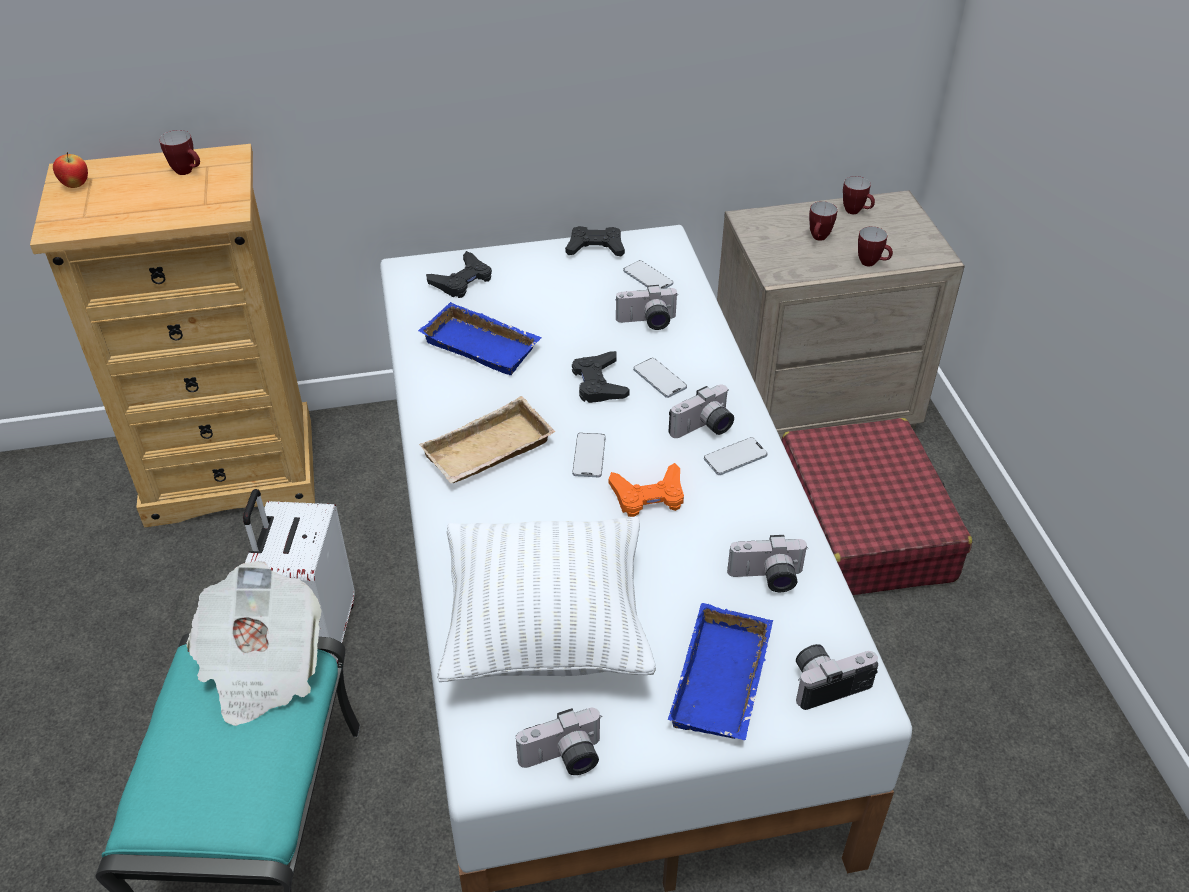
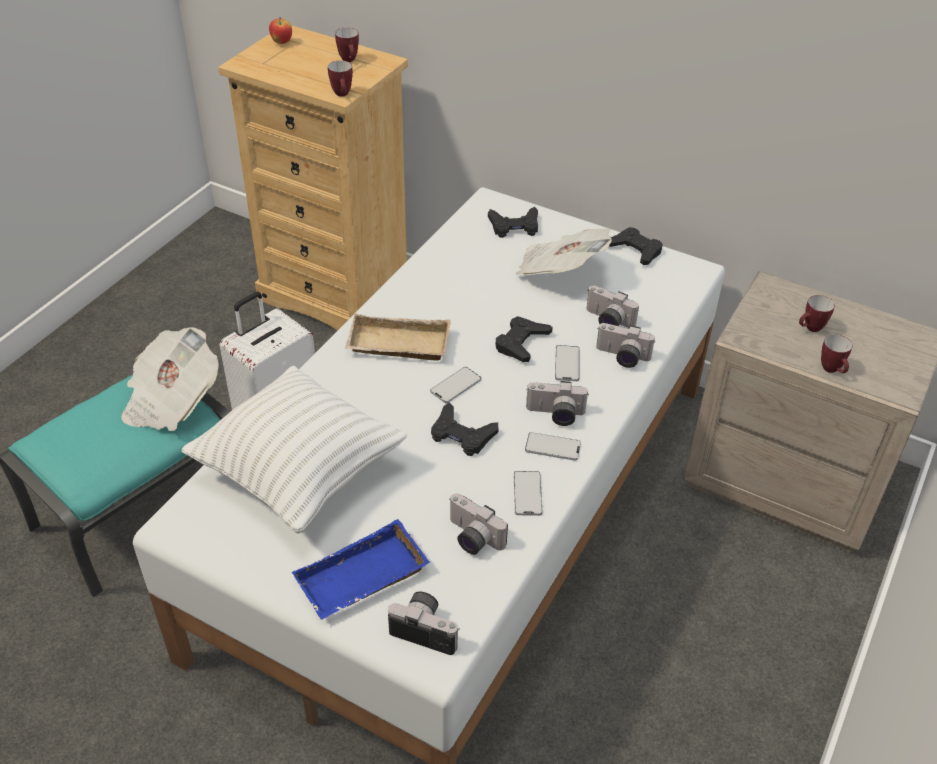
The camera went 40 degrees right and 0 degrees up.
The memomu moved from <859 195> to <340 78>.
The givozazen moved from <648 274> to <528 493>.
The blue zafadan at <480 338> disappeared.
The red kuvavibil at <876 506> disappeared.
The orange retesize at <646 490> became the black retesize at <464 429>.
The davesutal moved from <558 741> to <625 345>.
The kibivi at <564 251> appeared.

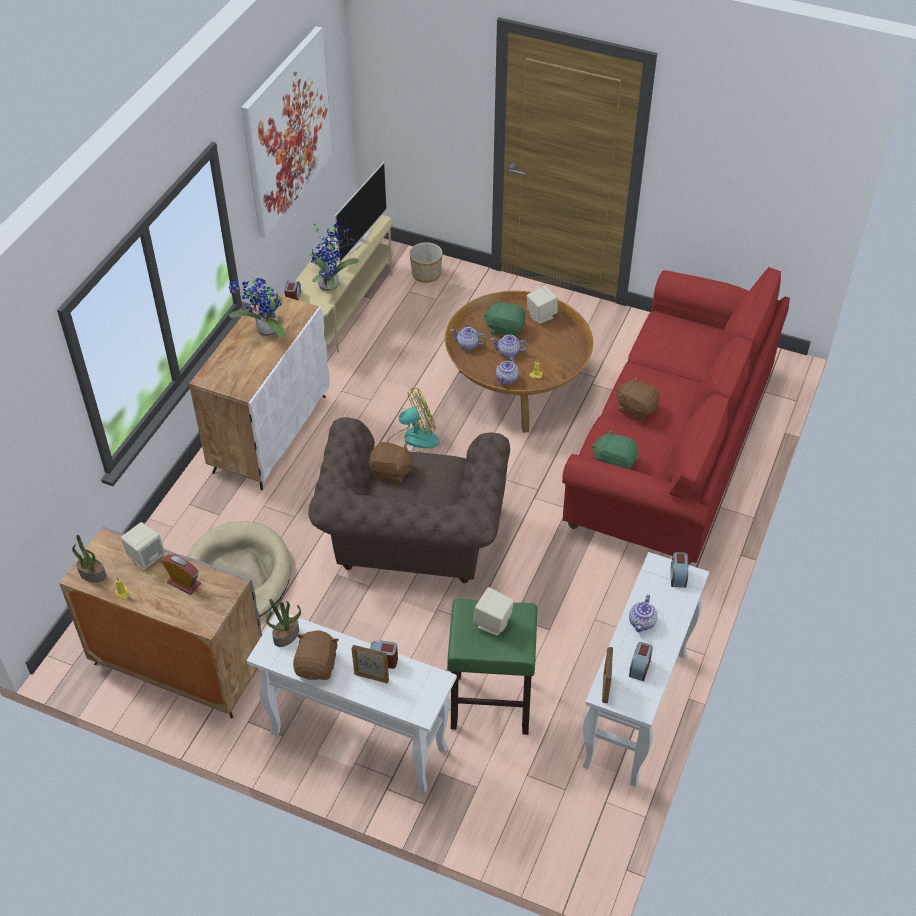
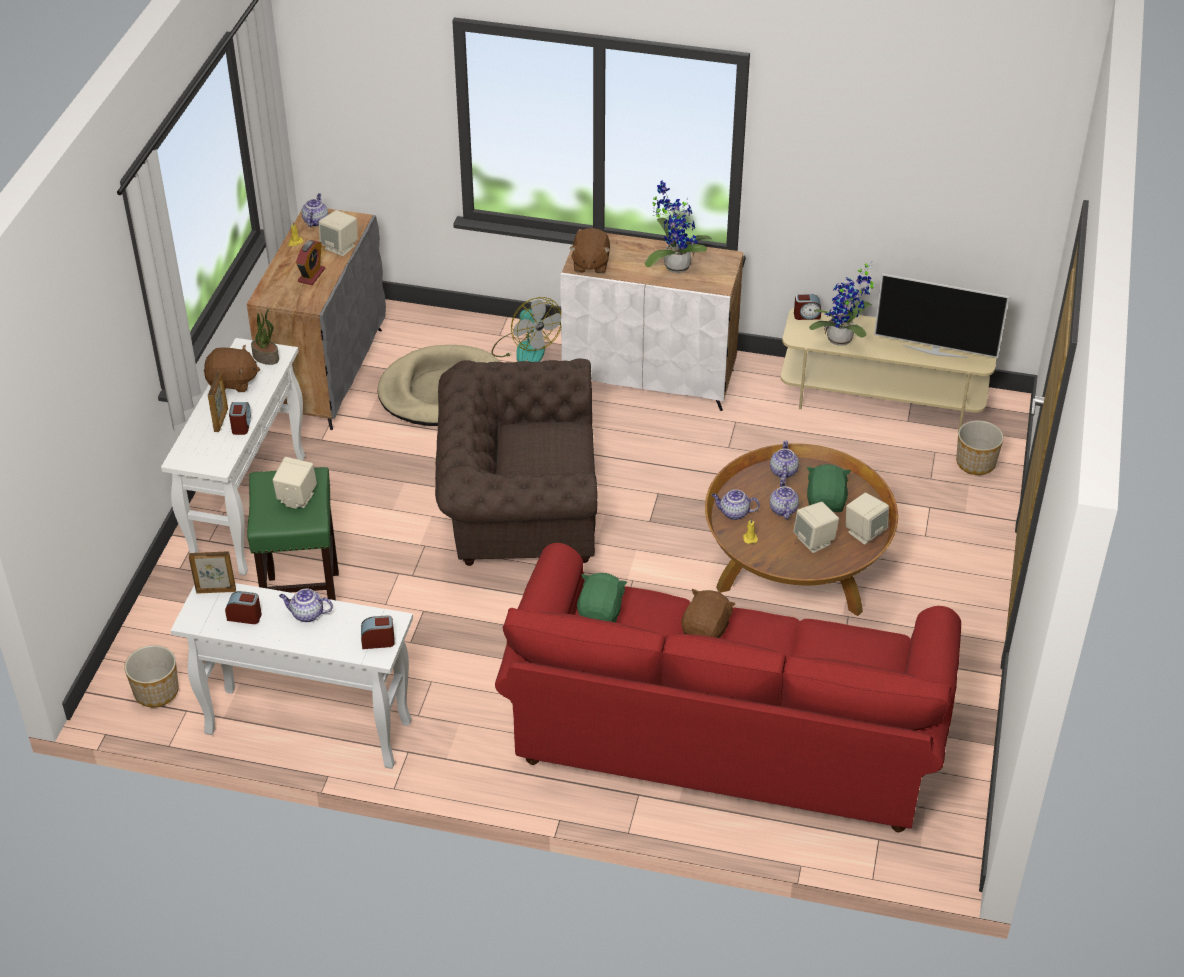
The camera went 80 degrees right and 5 degrees down.
The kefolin at <287 132> disappeared.
The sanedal moved from <413 420> to <526 329>.
The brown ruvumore moved from <392 462> to <589 251>.
The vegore at <89 559> was replaced by the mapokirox at <314 210>.
The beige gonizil at <816 527> appeared.
The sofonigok at <151 676> appeared.

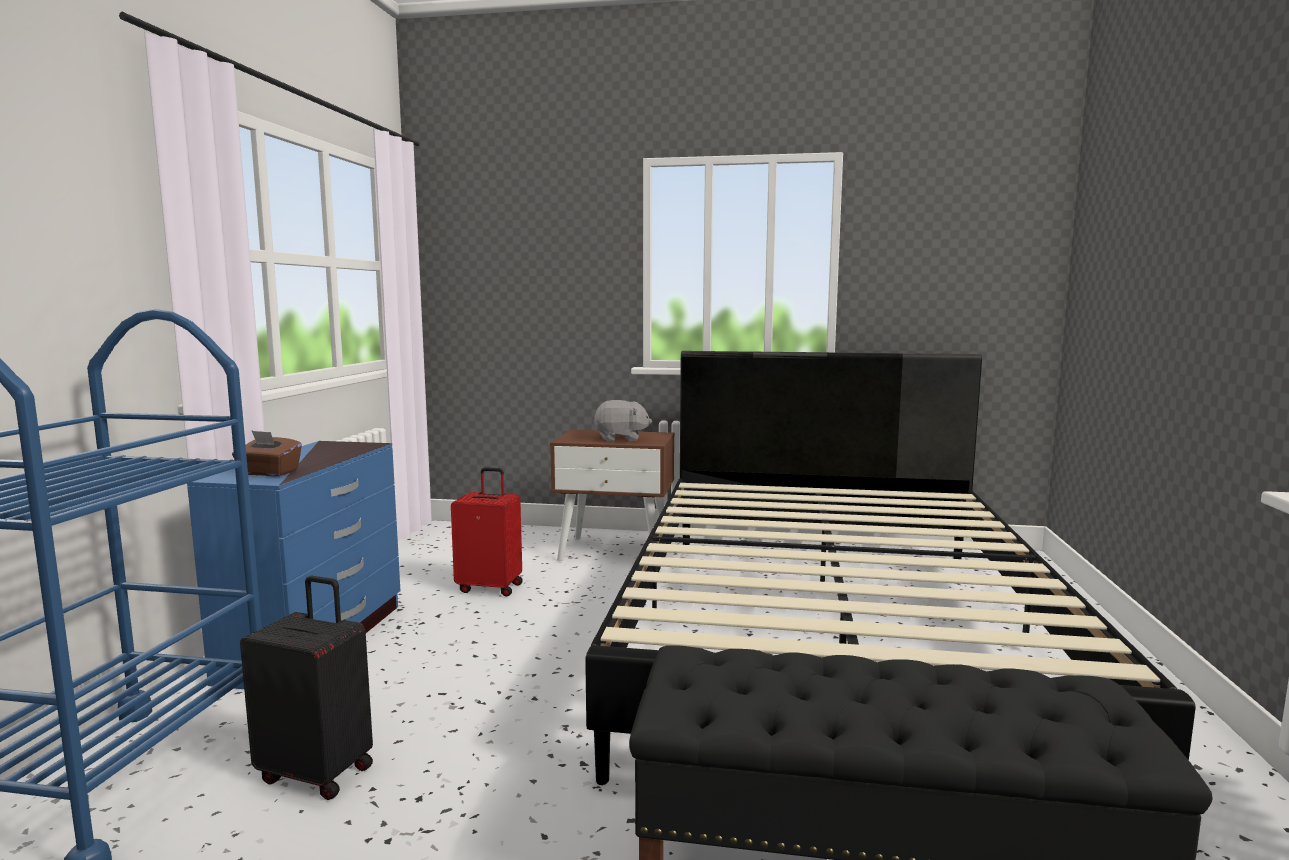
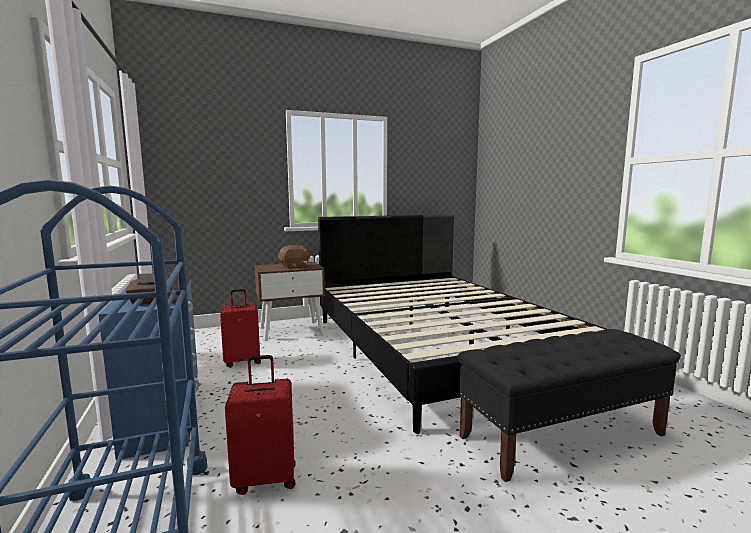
The camera went 30 degrees left and 0 degrees up.
The grey ruvumore at <622 420> became the brown ruvumore at <294 257>.
The black kuvavibil at <306 688> became the red kuvavibil at <260 425>.

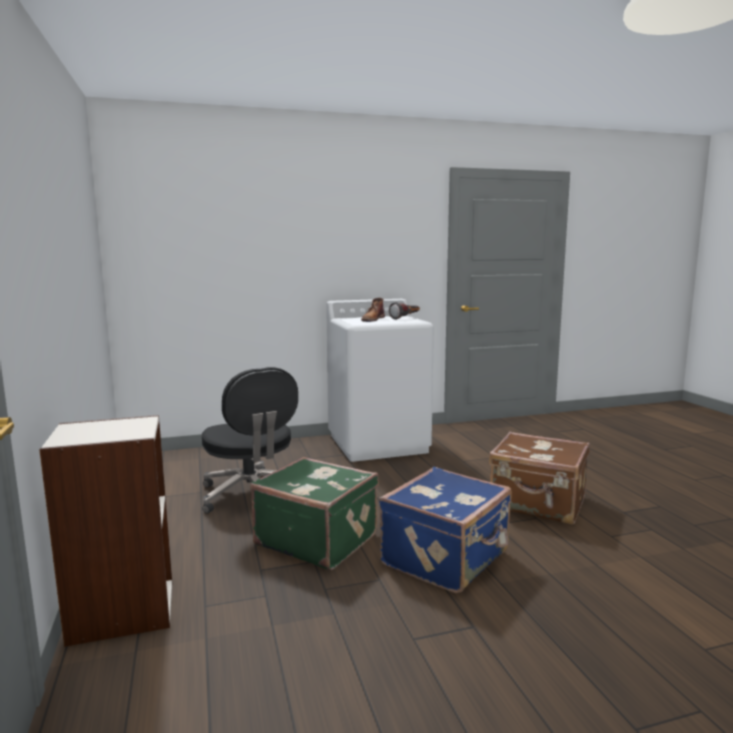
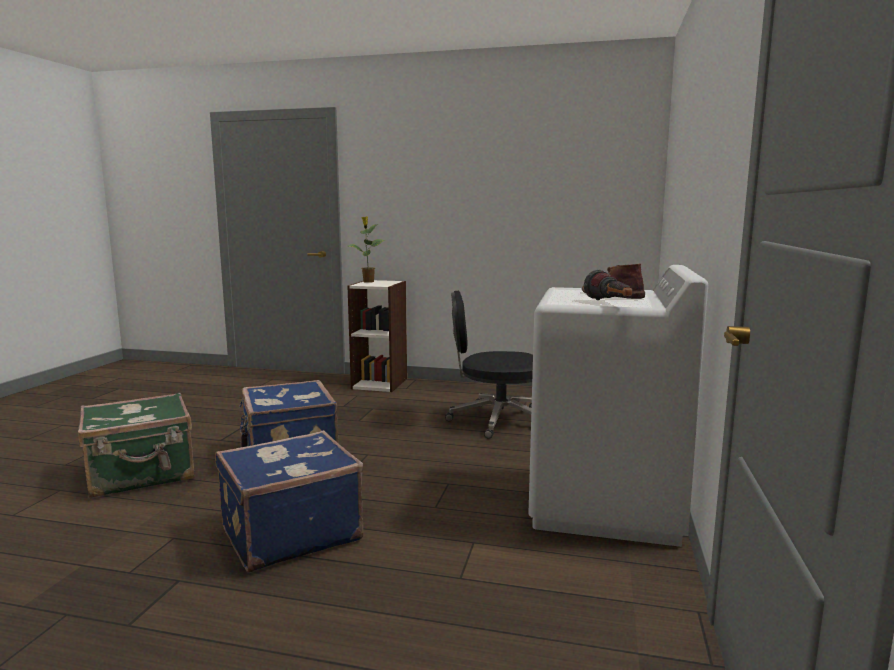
The camera went 120 degrees right and 0 degrees up.
The brown kuvavibil at <539 478> became the blue kuvavibil at <289 501>.
The green kuvavibil moved from <314 513> to <136 445>.
The vegore at <367 249> appeared.

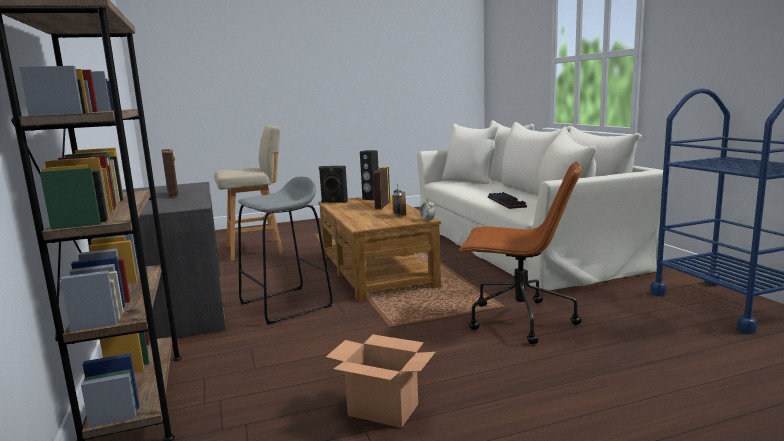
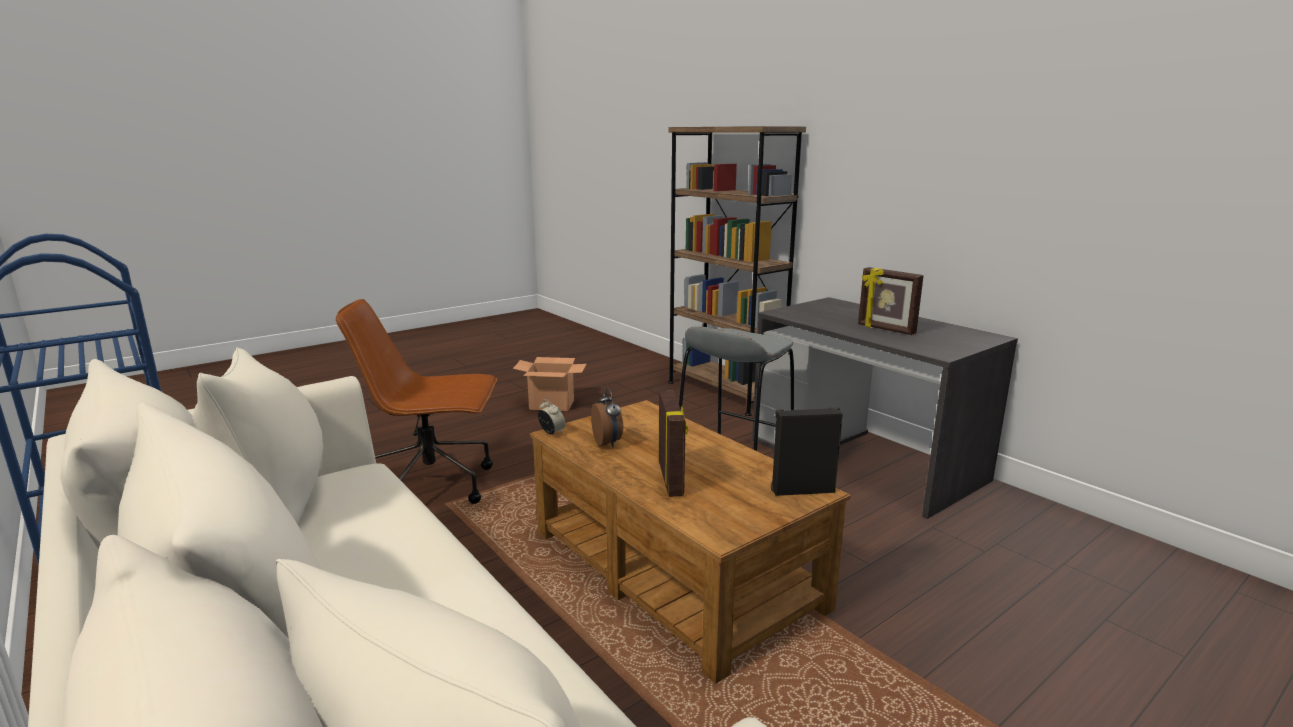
The camera went 160 degrees right and 5 degrees up.
The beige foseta at <248 193> disappeared.
The black gonizil at <369 175> disappeared.
The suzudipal at <507 200> disappeared.

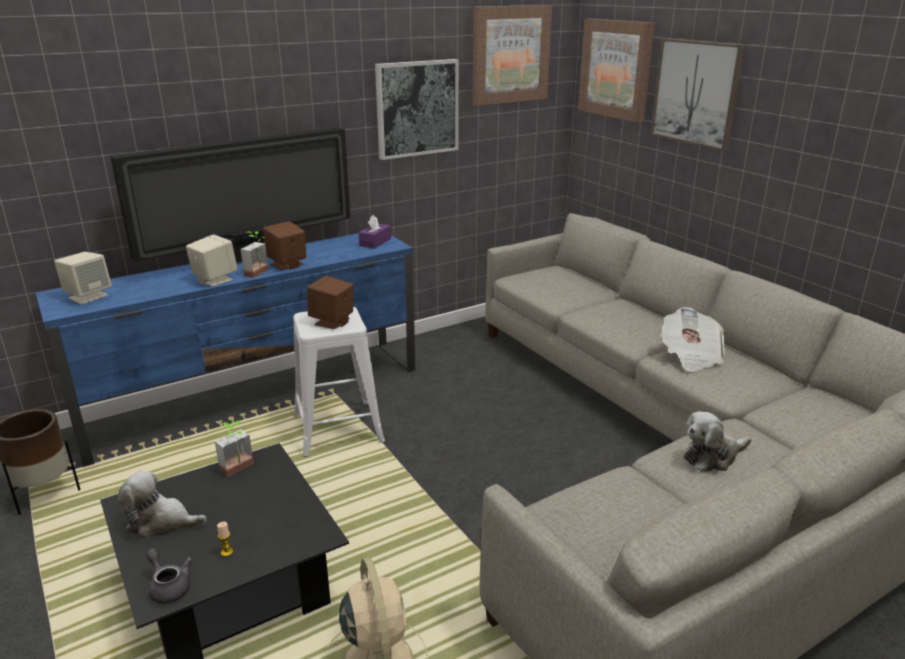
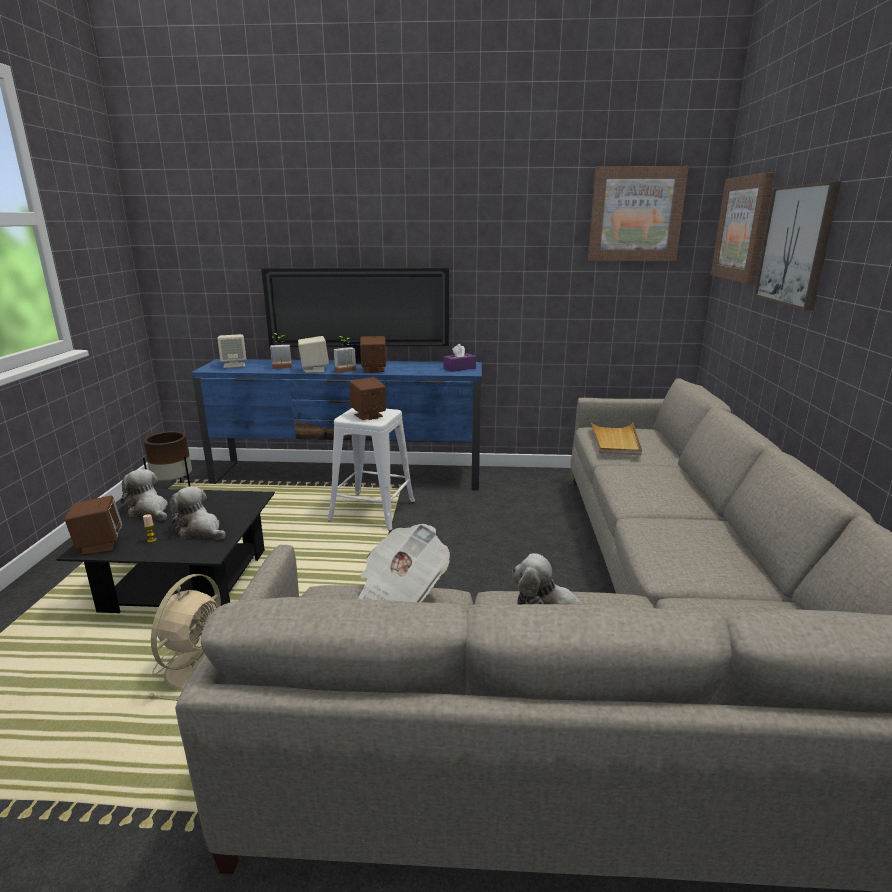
The camera went 35 degrees right and 5 degrees down.
The kefolin at <417 109> disappeared.
The kibivi moved from <692 339> to <403 563>.
The vegore moved from <234 448> to <281 351>.
The grey mapokirox at <169 576> was replaced by the brown gonizil at <93 525>.
The beige zafadan at <616 438> appeared.
The ruvumore at <198 513> appeared.

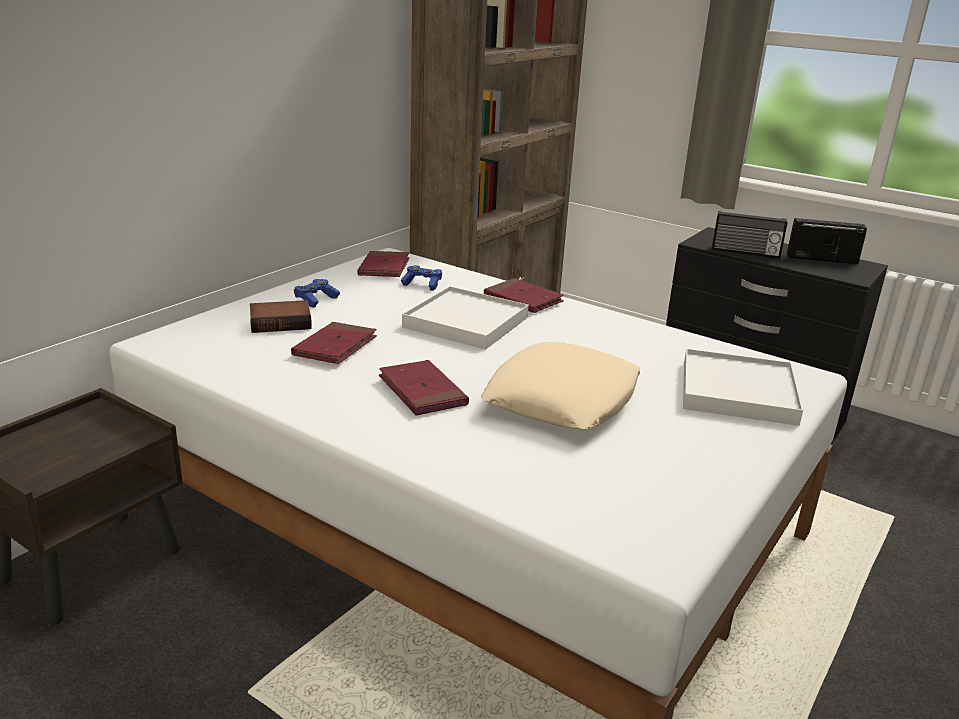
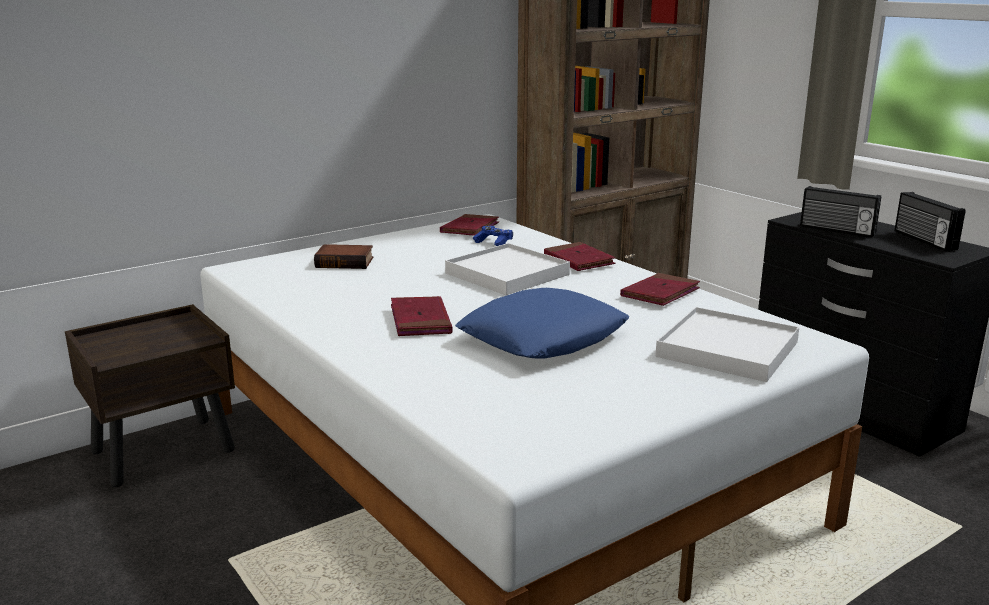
The camera went 20 degrees right and 5 degrees down.
The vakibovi at <827 241> turned 135 degrees counterclockwise.
The blue retesize at <317 293> disappeared.
The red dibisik moved from <334 343> to <660 289>.
The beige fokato at <561 385> became the blue fokato at <542 323>.

